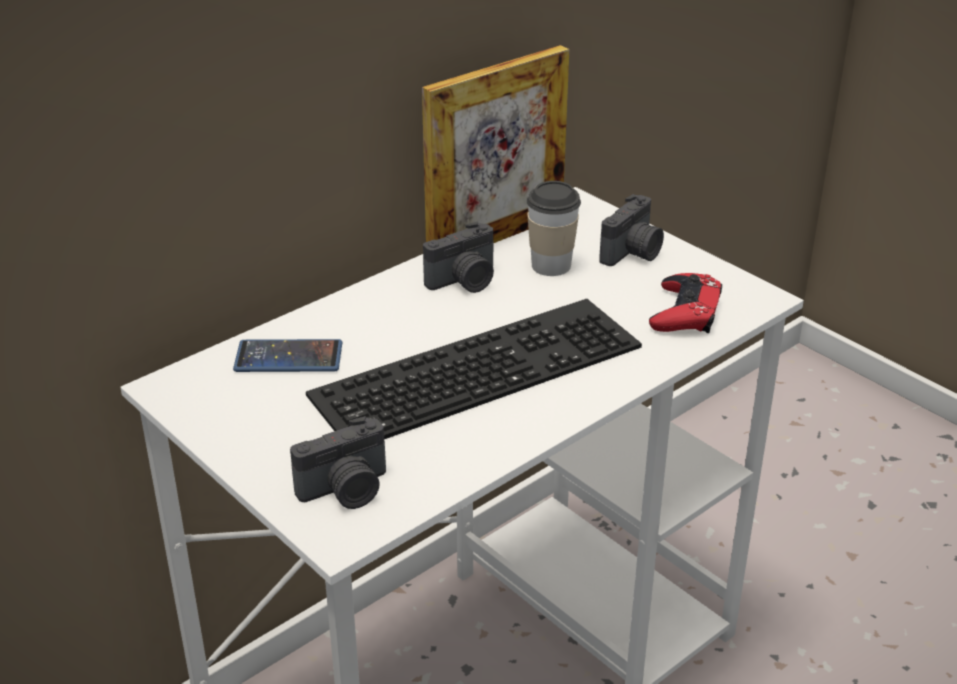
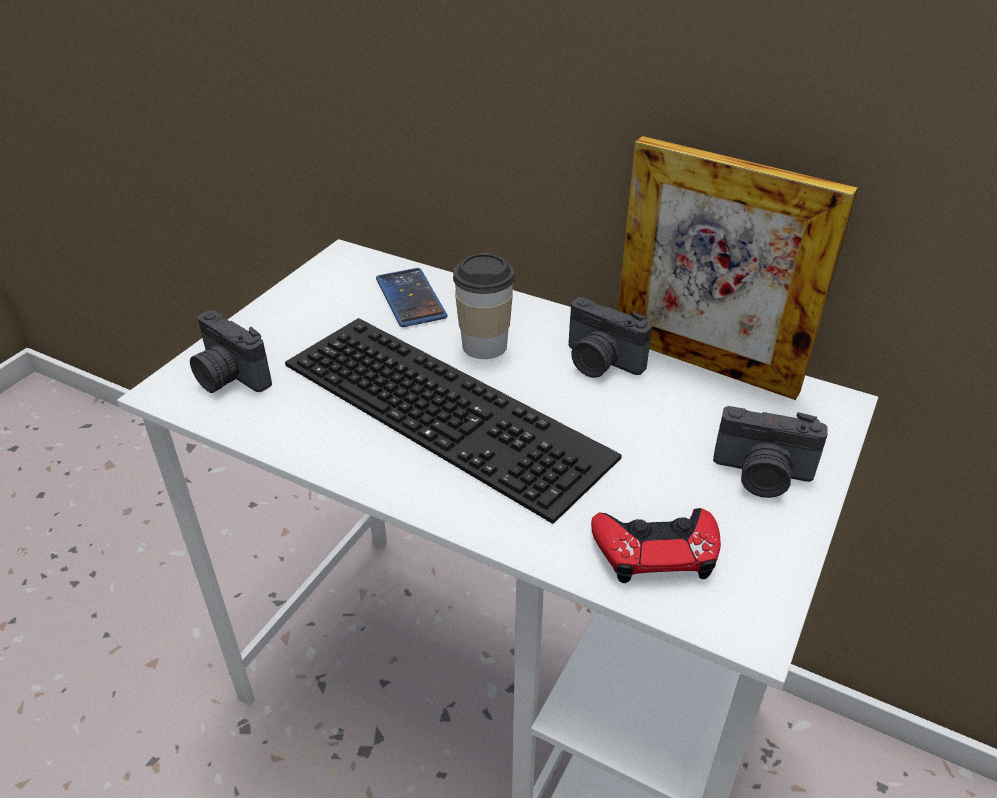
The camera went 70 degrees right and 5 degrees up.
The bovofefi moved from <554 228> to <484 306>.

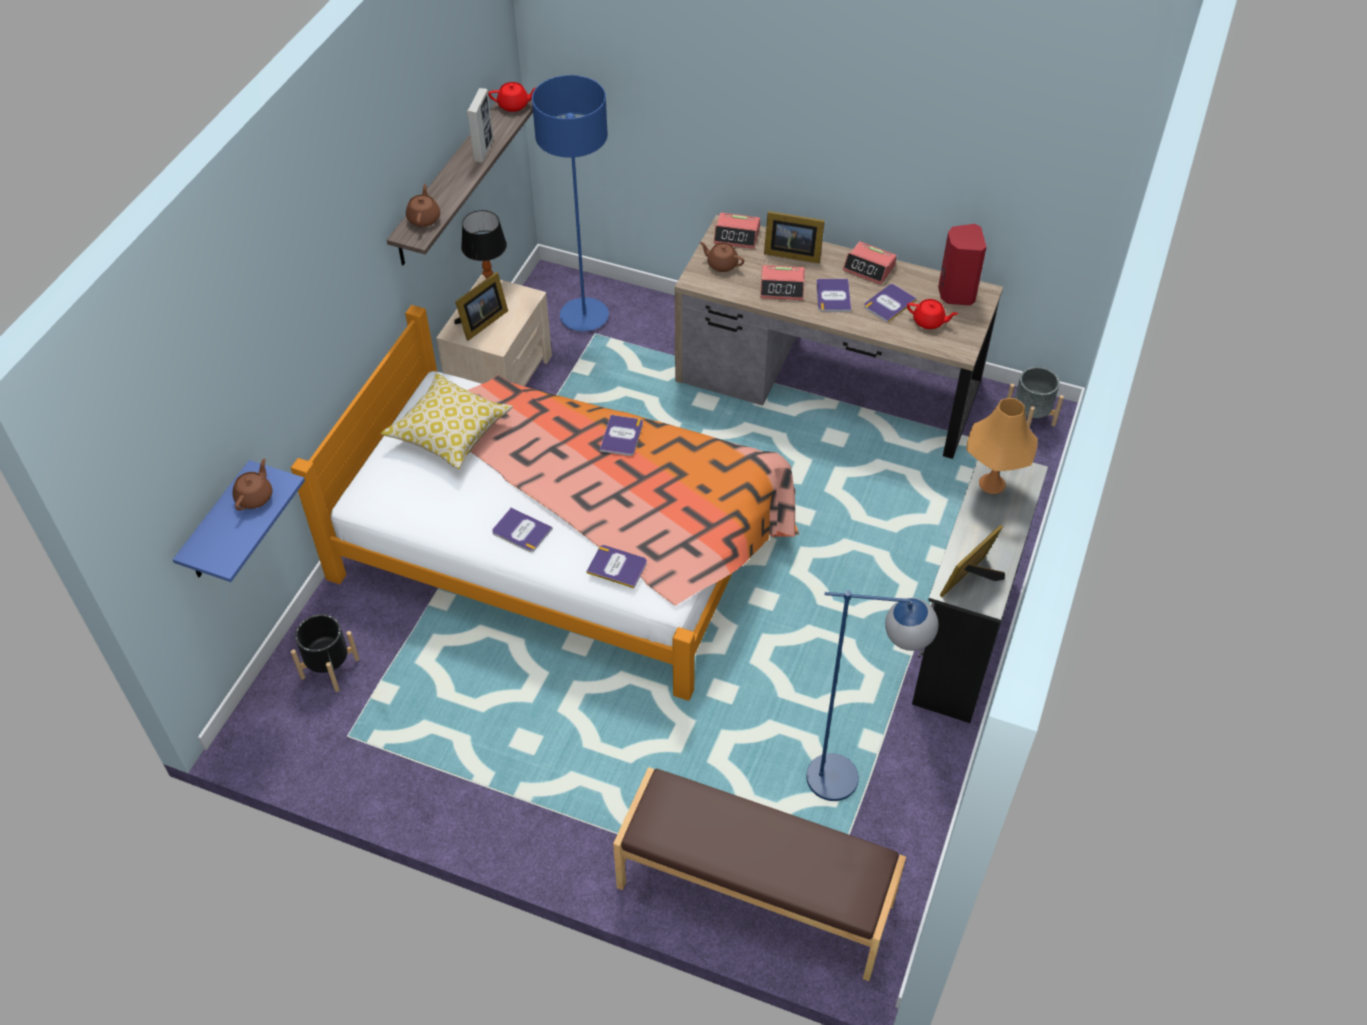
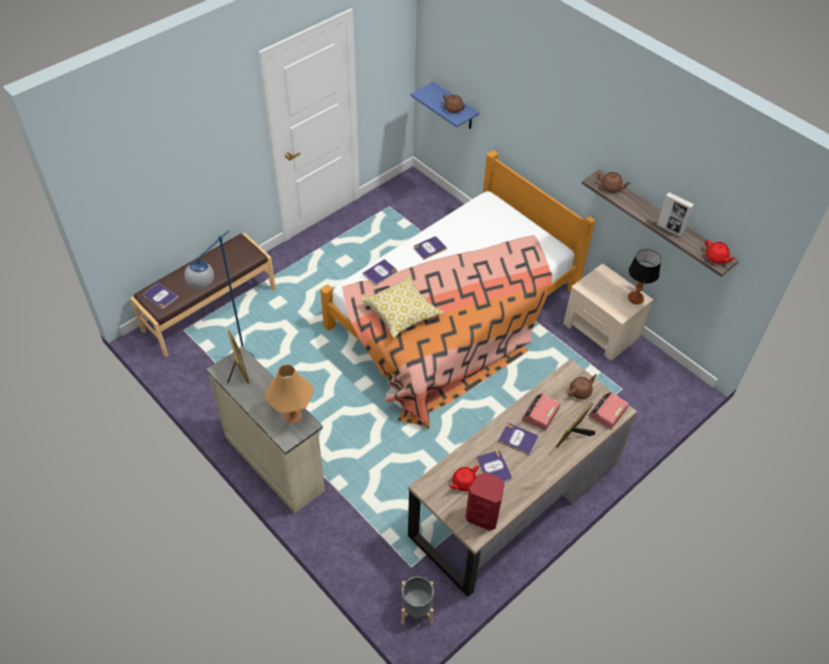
The camera went 115 degrees right and 0 degrees up.
The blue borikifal at <570 203> disappeared.
The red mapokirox at <512 97> turned 60 degrees counterclockwise.
The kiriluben at <870 263> disappeared.
The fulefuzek at <481 306> disappeared.
The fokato moved from <447 421> to <402 306>.
The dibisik moved from <621 435> to <160 295>.
The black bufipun at <980 591> became the beige bufipun at <265 429>.
The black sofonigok at <325 653> disappeared.

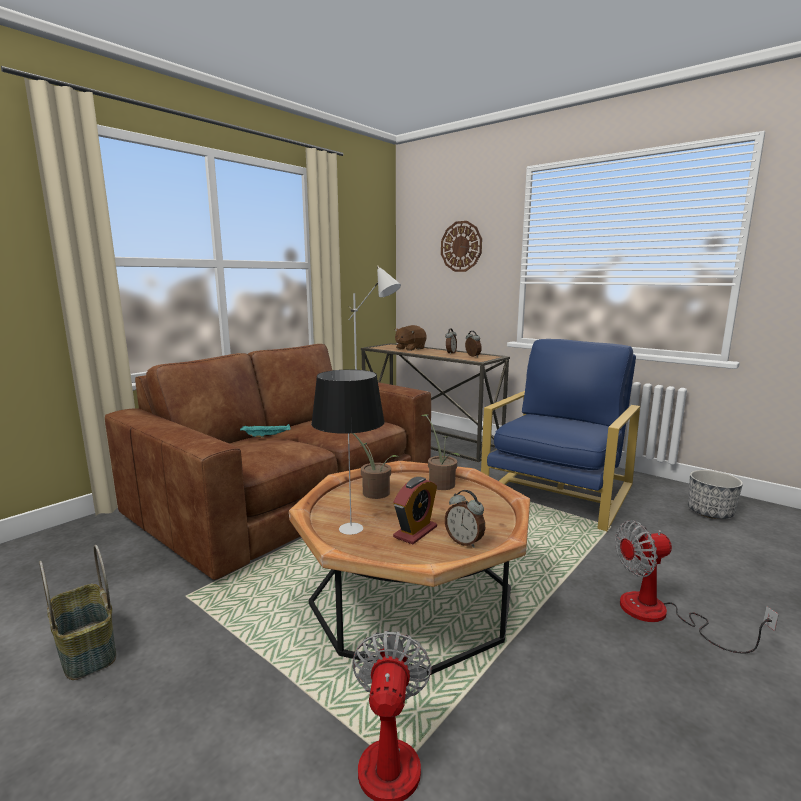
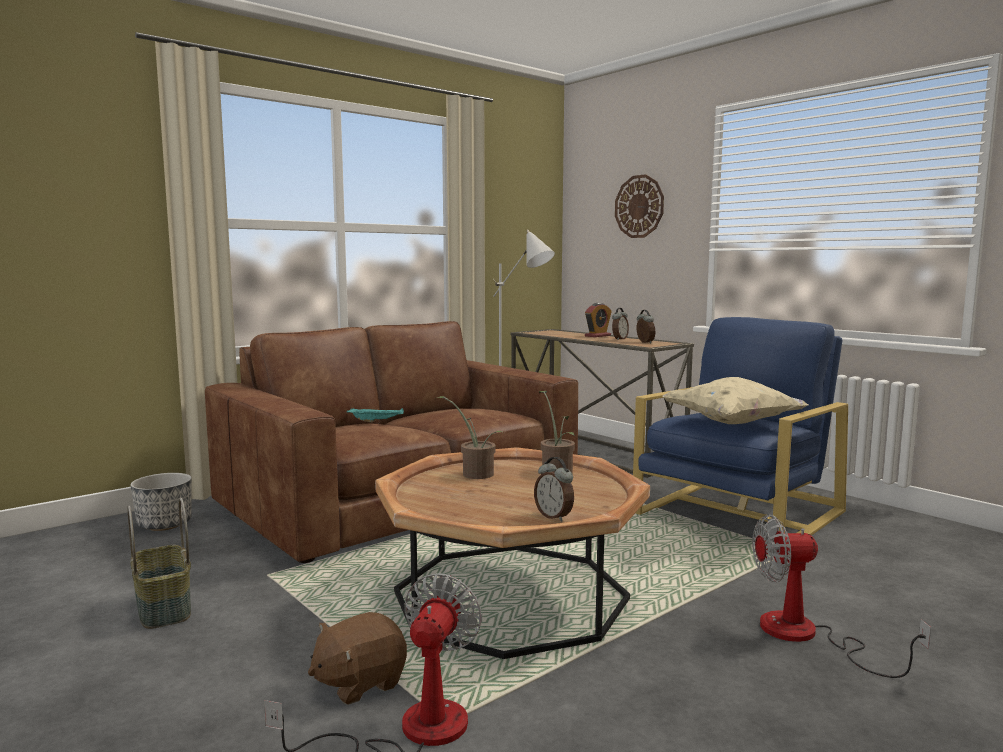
The camera went 10 degrees right and 5 degrees down.
The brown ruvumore moved from <411 338> to <357 658>.
The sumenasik at <348 452> disappeared.
The sofonigok moved from <715 494> to <161 502>.
The kiriluben moved from <415 510> to <598 320>.
The beige fokato at <735 400> appeared.

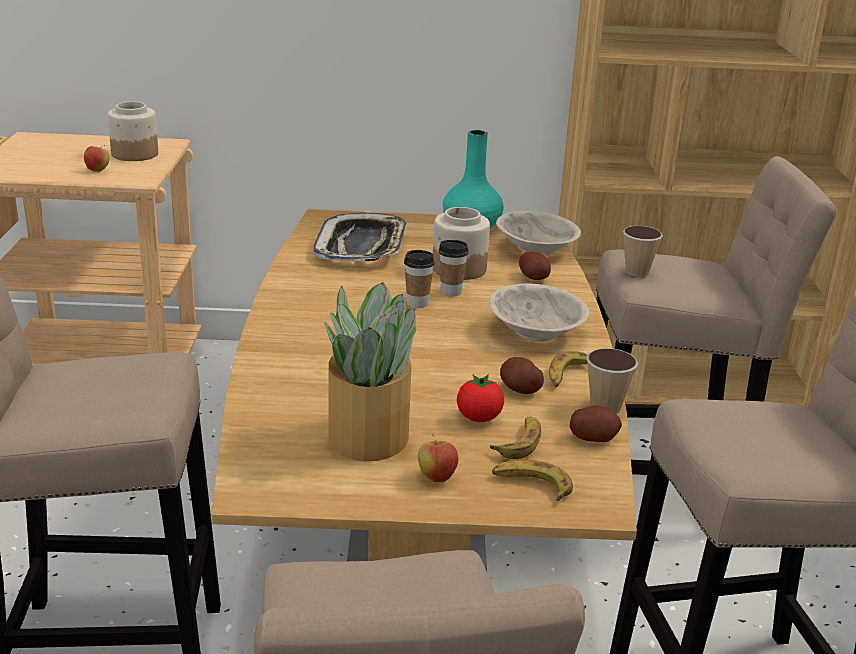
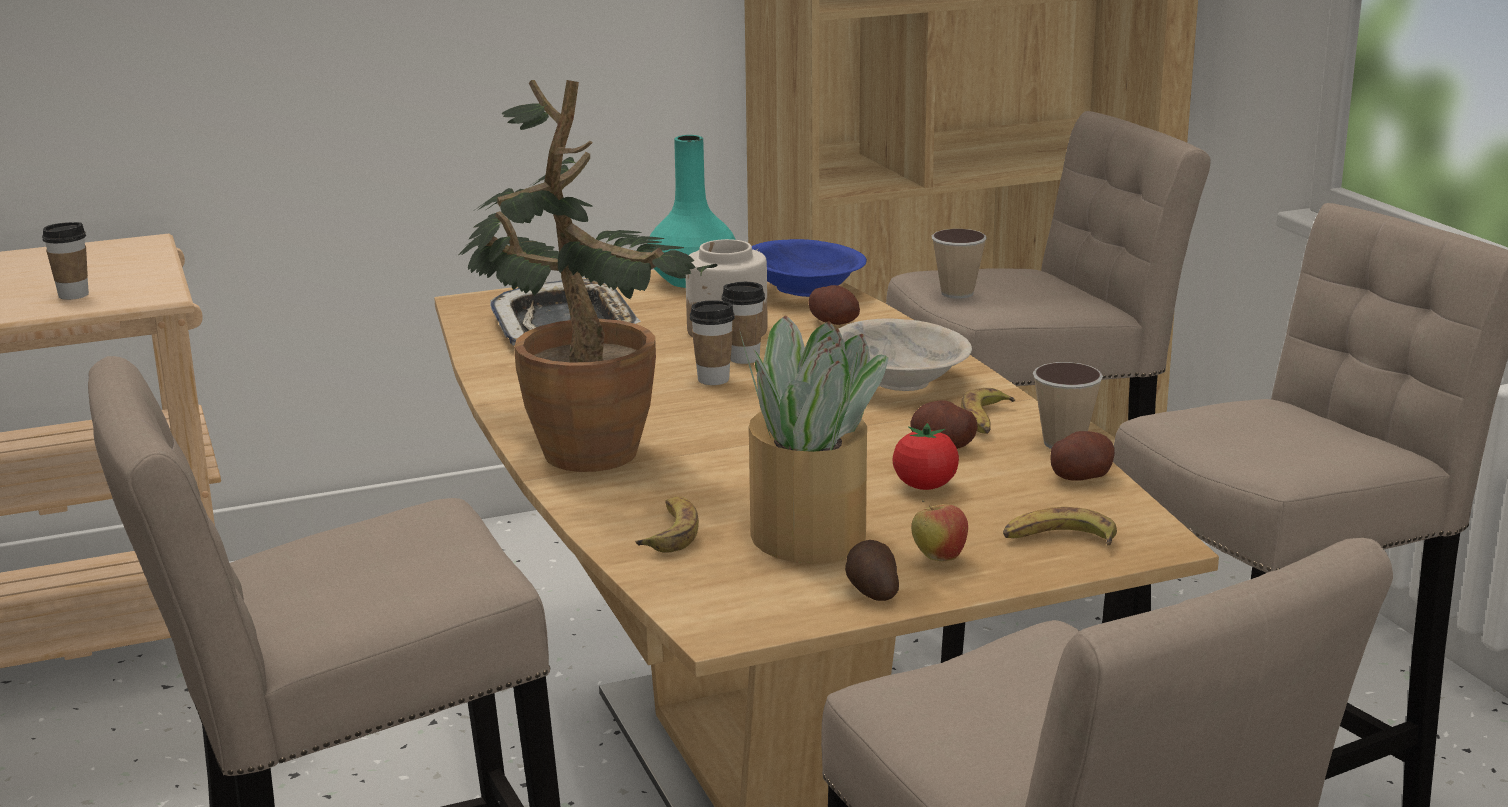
The camera went 20 degrees left and 5 degrees down.
The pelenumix at <133 131> disappeared.
The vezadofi at <97 158> was replaced by the bovofefi at <65 261>.
The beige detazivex at <538 233> became the blue detazivex at <809 268>.
The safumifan moved from <515 438> to <667 525>.
The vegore at <588 276> appeared.
The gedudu at <872 570> appeared.

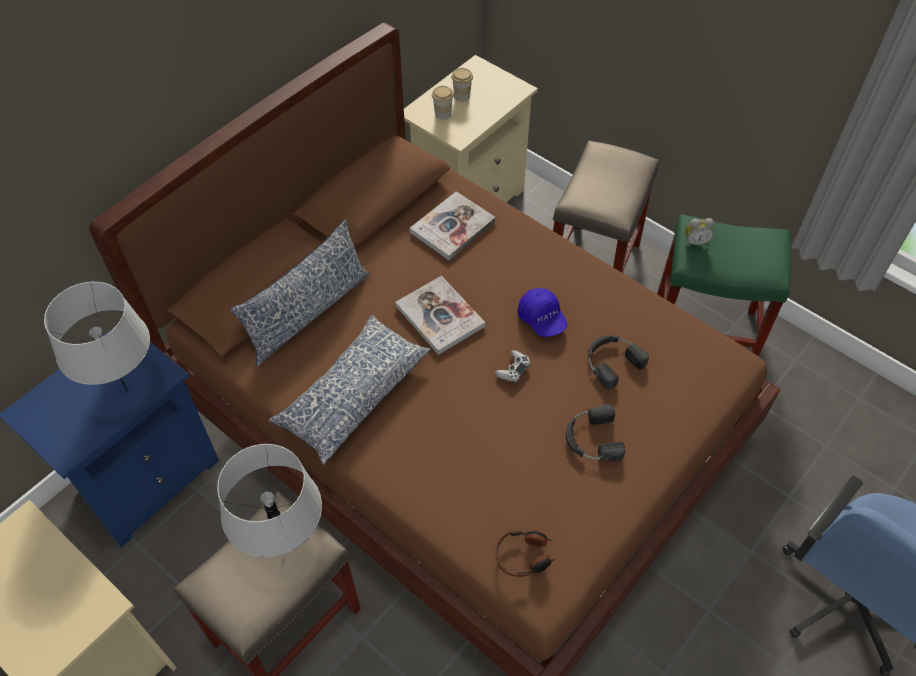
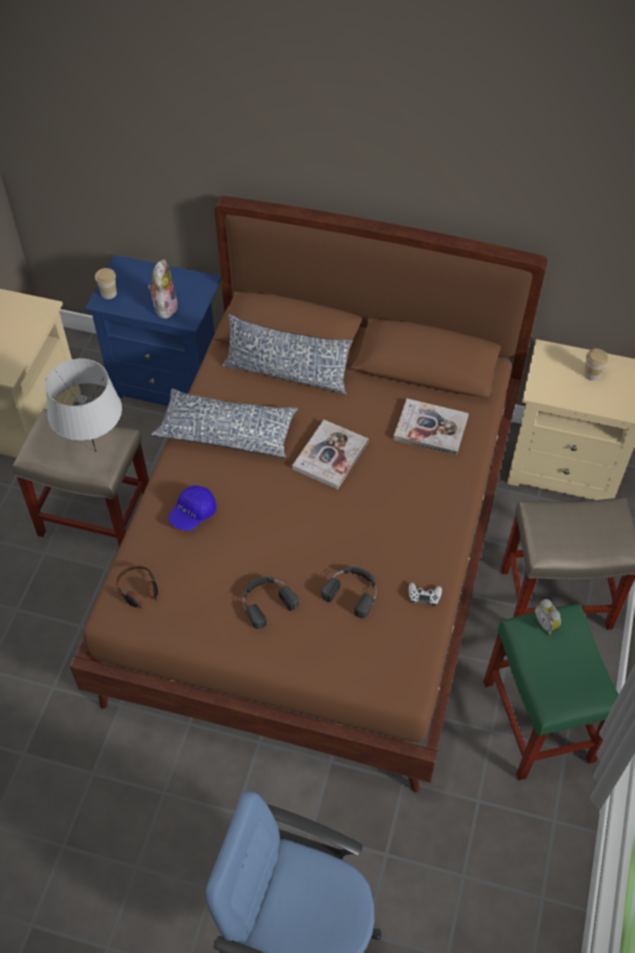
The camera went 65 degrees right and 0 degrees up.
The bovofefi moved from <443 103> to <106 283>.
The grey sumenasik at <97 336> was replaced by the ruvumore at <163 289>.
The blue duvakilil moved from <542 312> to <192 508>.
The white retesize moved from <513 366> to <425 594>.

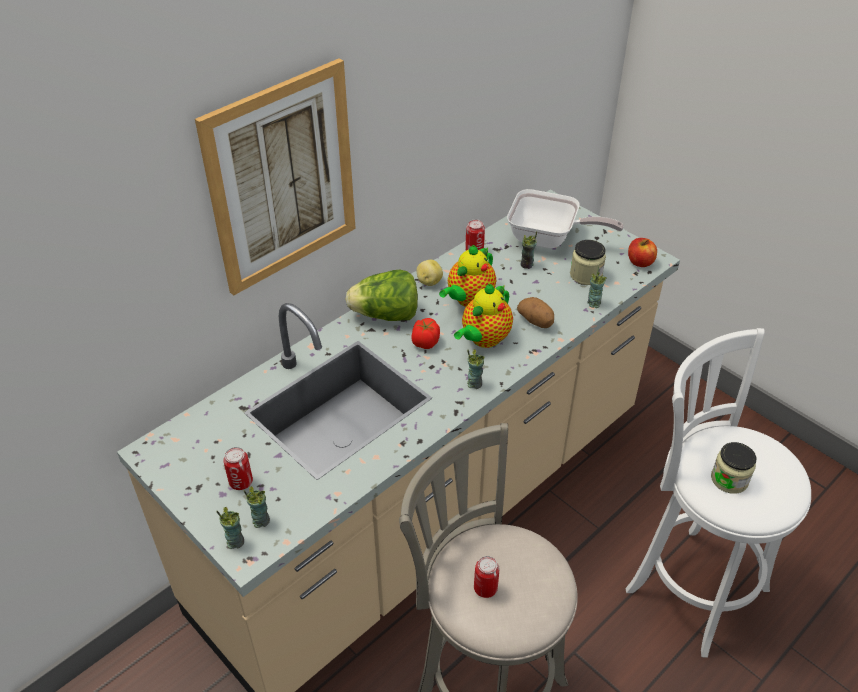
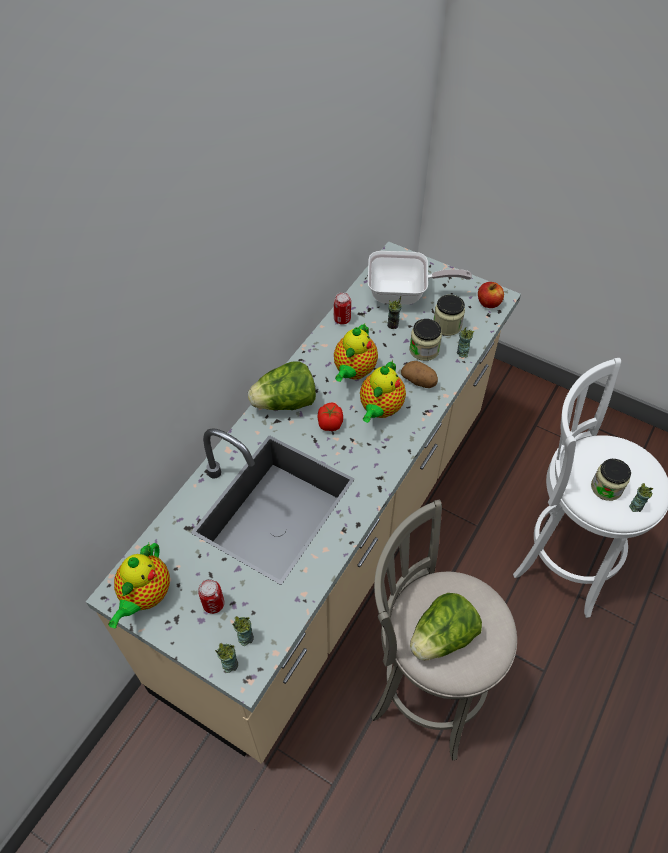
The camera went 15 degrees left and 10 degrees up.
The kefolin at <275 176> disappeared.
The gedudu at <430 273> disappeared.
The bovofefi moved from <476 369> to <641 497>.
The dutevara at <486 577> was replaced by the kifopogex at <446 626>.
The pelenumix at <426 340> appeared.
The mapokirox at <139 586> appeared.

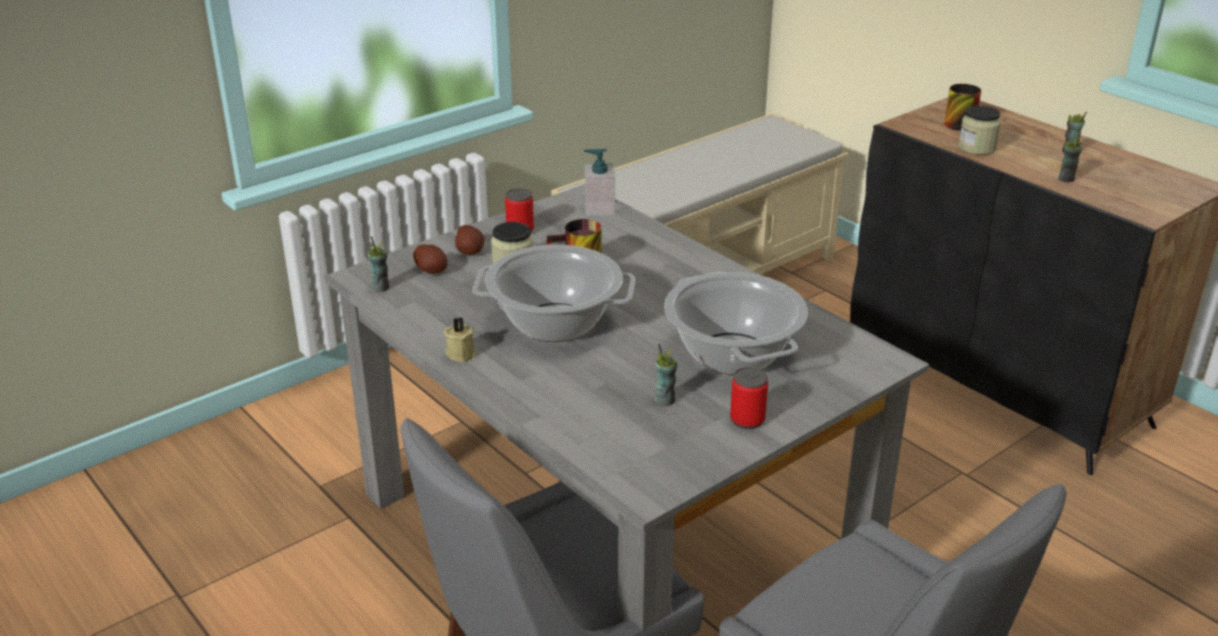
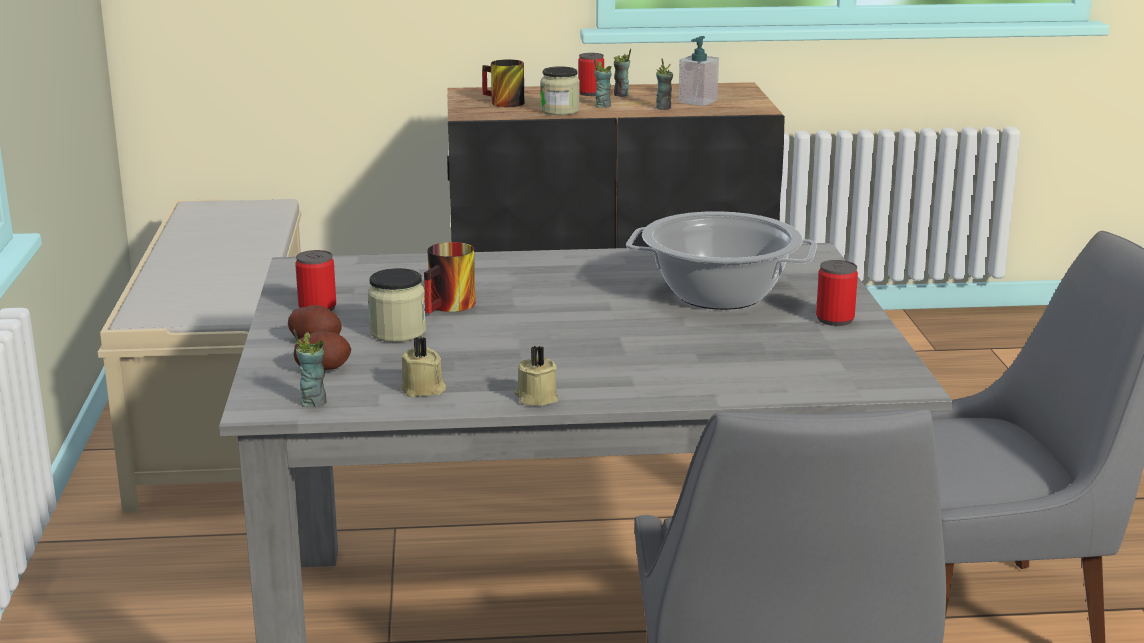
The camera went 55 degrees left and 10 degrees down.
The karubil moved from <599 182> to <698 71>.
The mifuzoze at <553 293> disappeared.
The bovofefi moved from <665 374> to <603 83>.
The dutevara at <591 74> appeared.
The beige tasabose at <423 367> appeared.

